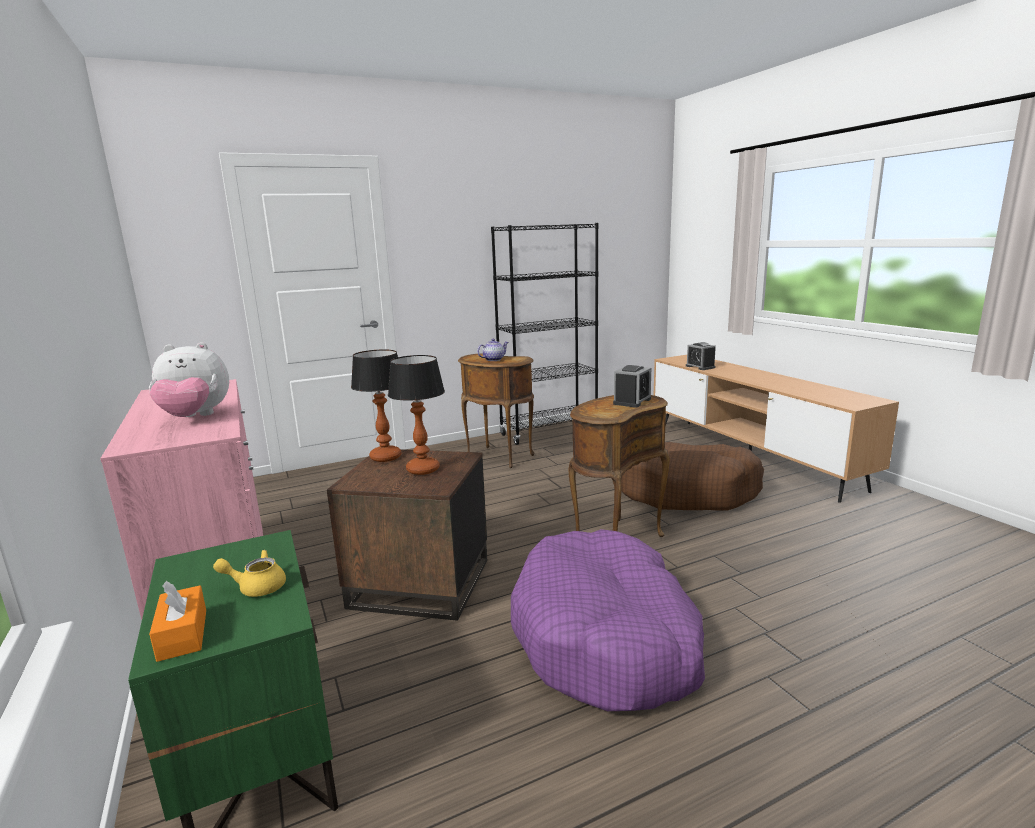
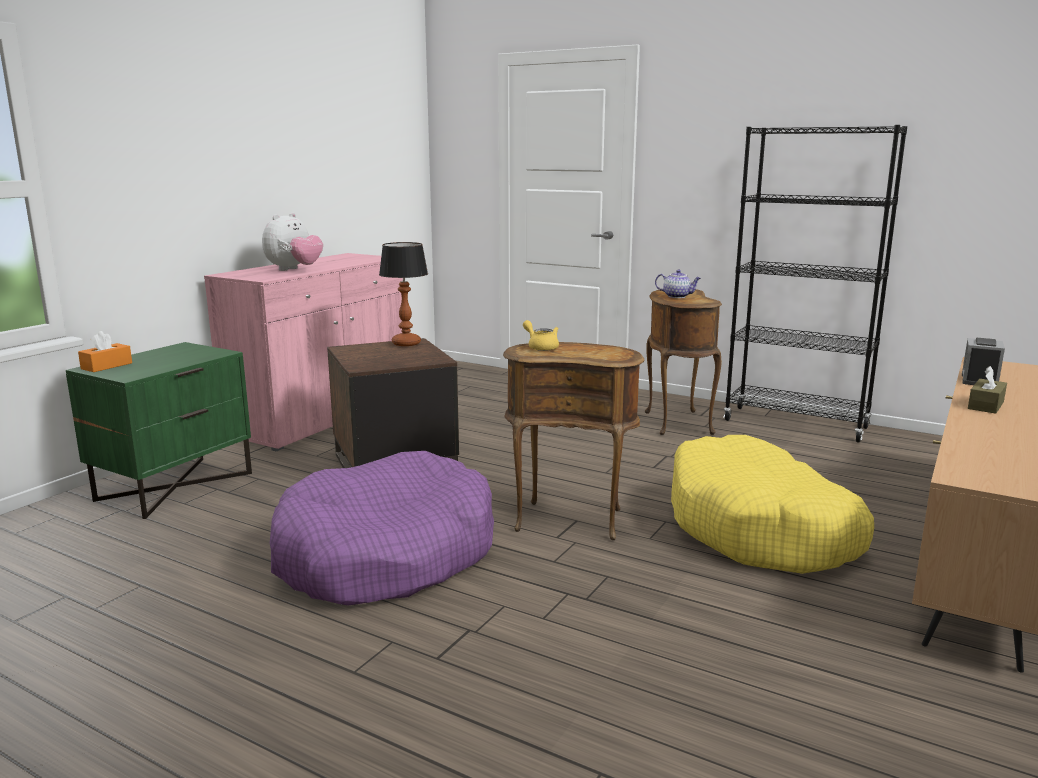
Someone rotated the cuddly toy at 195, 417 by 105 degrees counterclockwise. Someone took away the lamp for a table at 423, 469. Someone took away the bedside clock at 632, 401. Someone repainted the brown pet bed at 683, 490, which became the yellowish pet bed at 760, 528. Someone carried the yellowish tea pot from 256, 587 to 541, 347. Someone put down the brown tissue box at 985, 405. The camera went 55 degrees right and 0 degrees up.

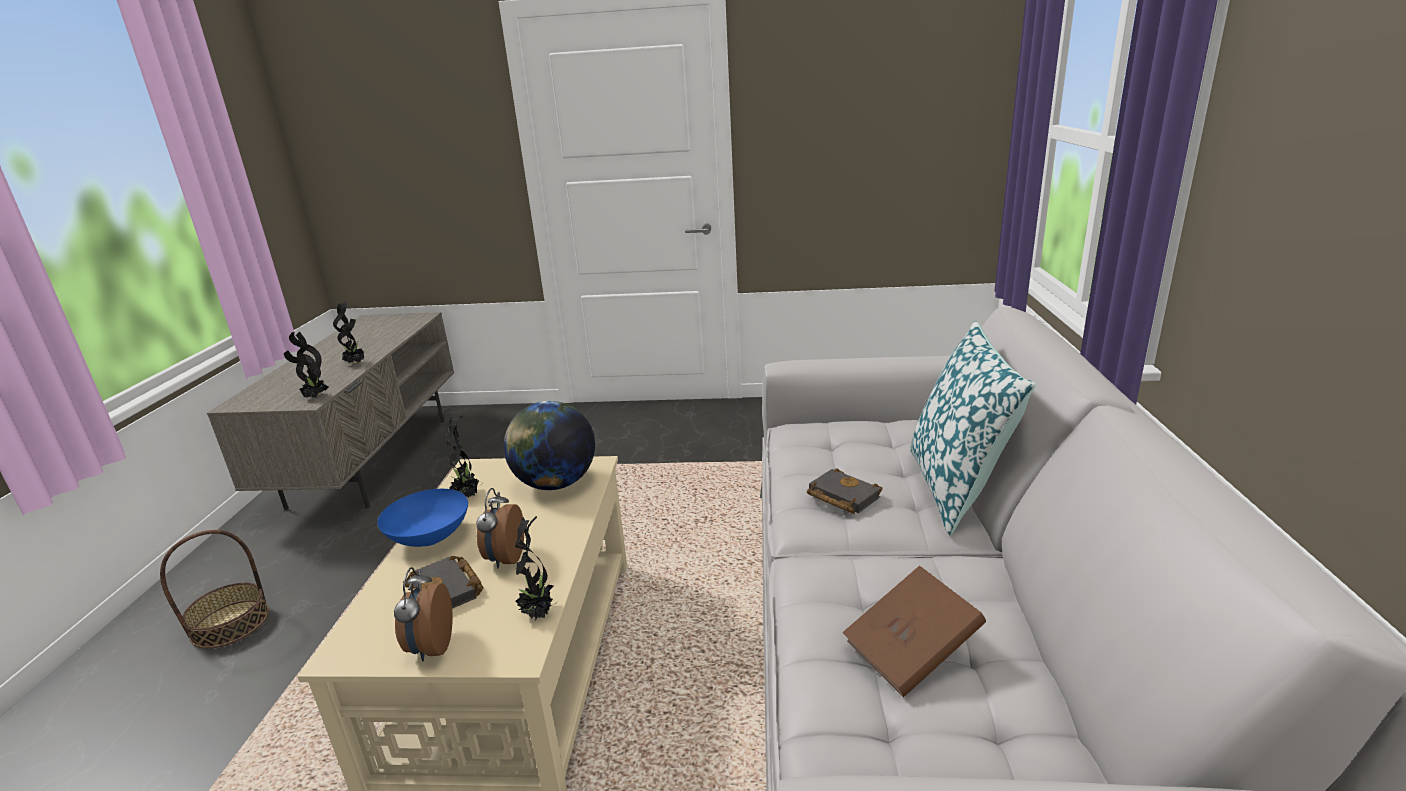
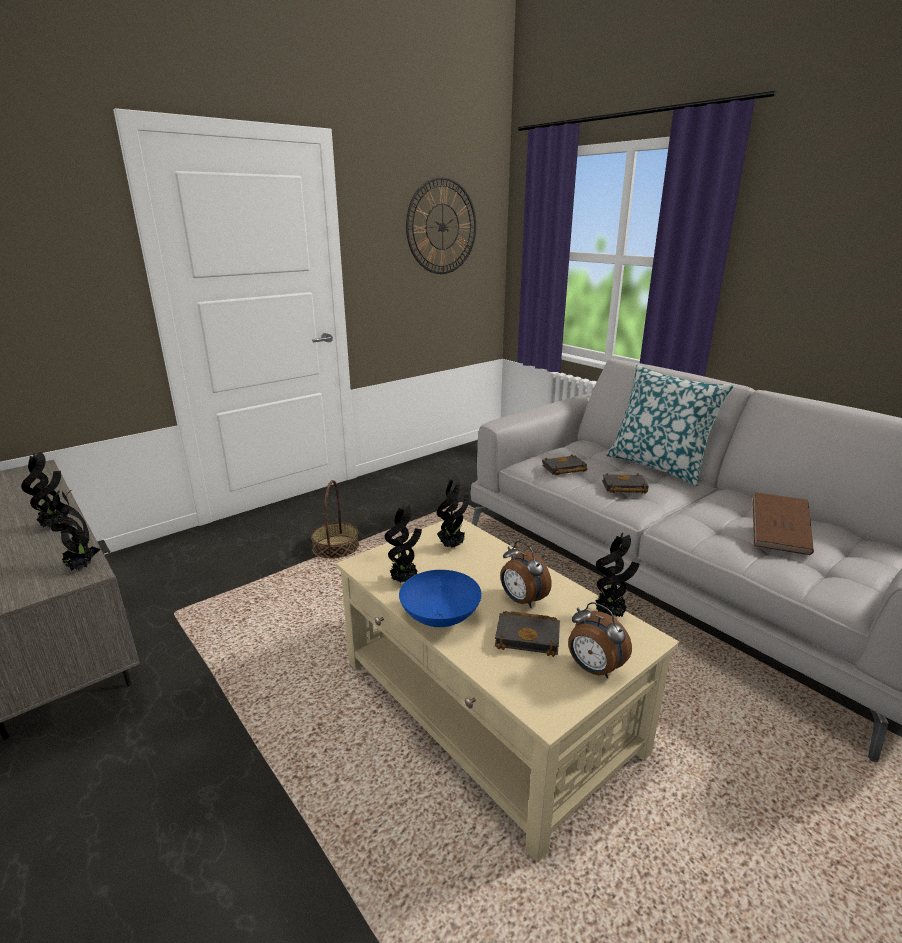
Someone swapped the world globe at 555, 483 for the plant in a pot at 452, 546. Someone carried the household basket from 230, 623 to 335, 547. Someone put up the clock on the wall at 442, 227. Someone put down the black-coloured volume at 563, 469. The camera went 45 degrees left and 0 degrees up.

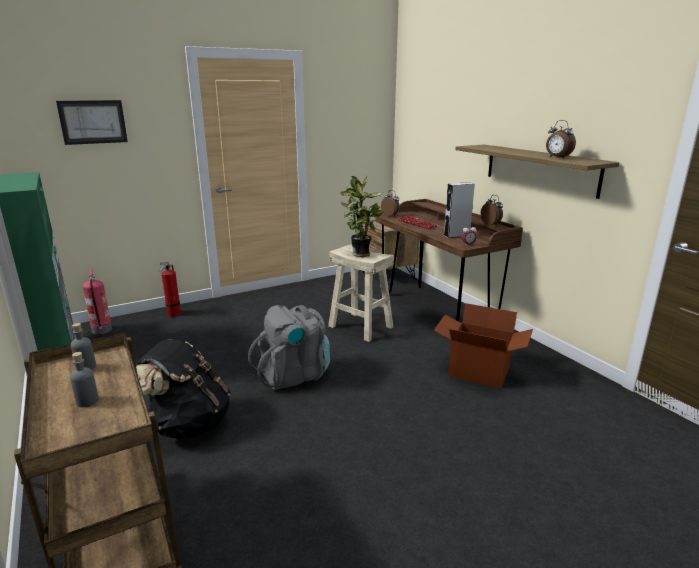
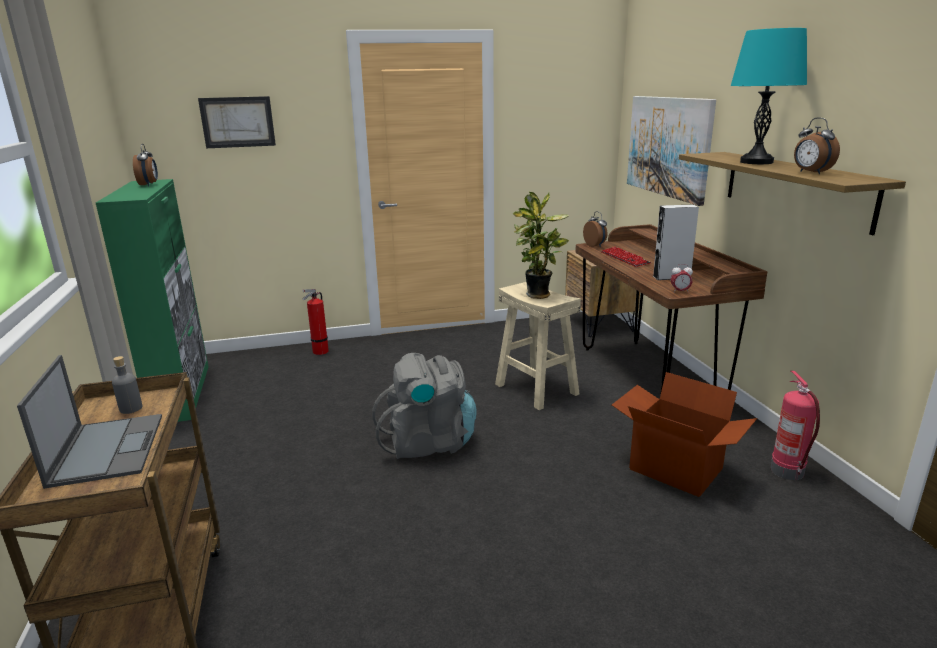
Someone carried the bedside clock from 491, 224 to 149, 185. Someone carried the fire extinguisher from 102, 330 to 788, 471. Someone took away the black-coloured knapsack at 189, 424. Someone swapped the gray beverage bottle at 87, 401 for the laptop at 107, 449. Someone put down the turquoise-coloured lamp for a table at 756, 162. Someone put up the picture at 668, 146. The camera went 15 degrees right and 0 degrees up.

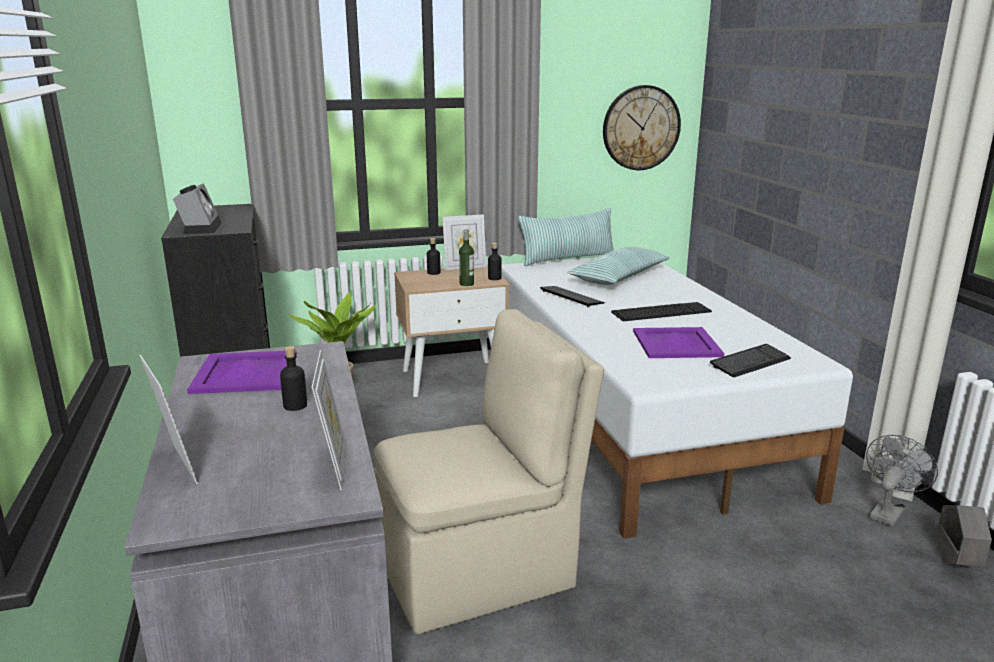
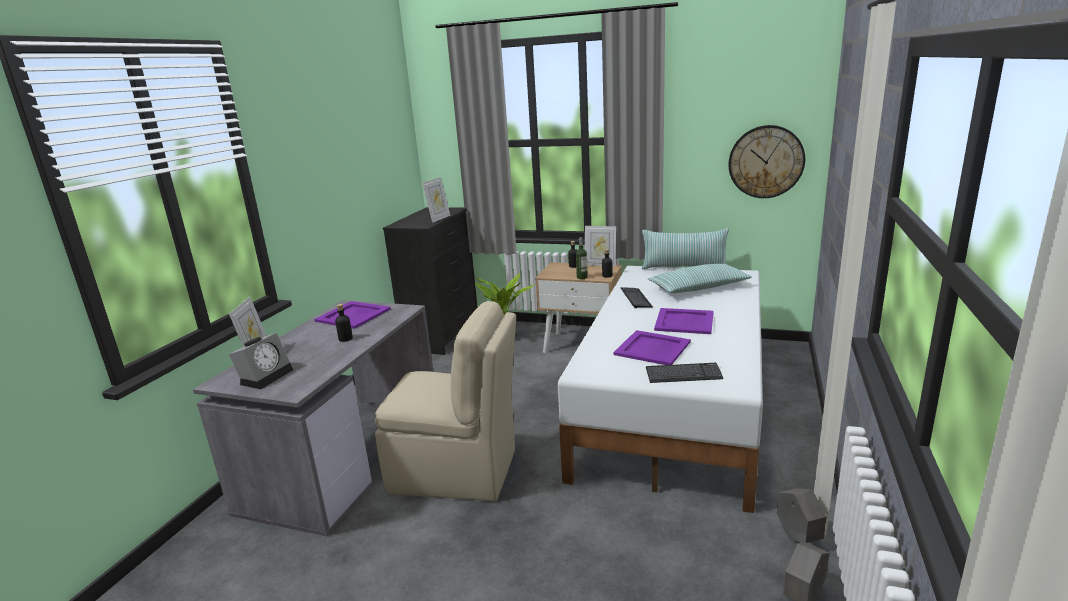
Someone carried the bedside clock from 200, 228 to 266, 376. Someone swapped the PC keyboard at 661, 312 for the purple-coloured serving tray at 684, 321. Someone carried the standing frame from 334, 467 to 439, 218. Someone swapped the gray fan at 888, 511 for the gray planter at 798, 537. The camera went 35 degrees right and 0 degrees up.

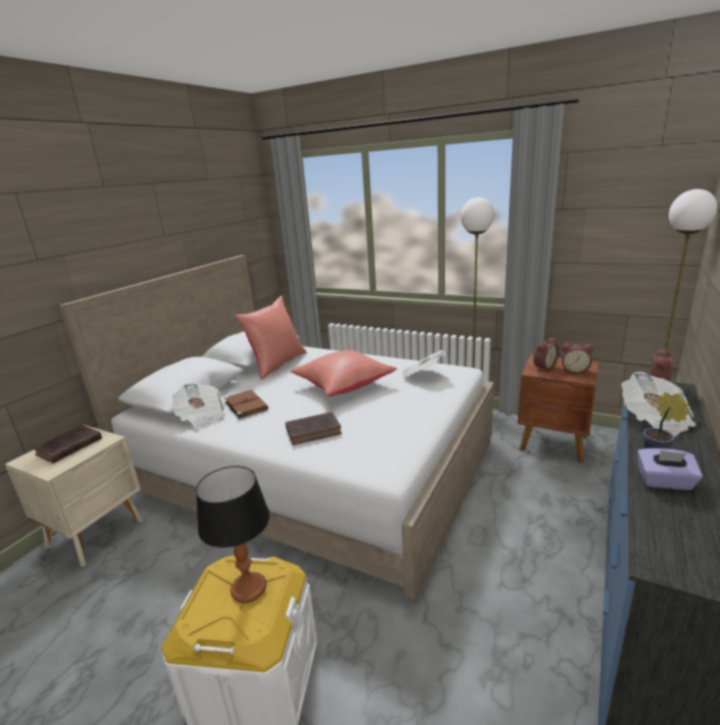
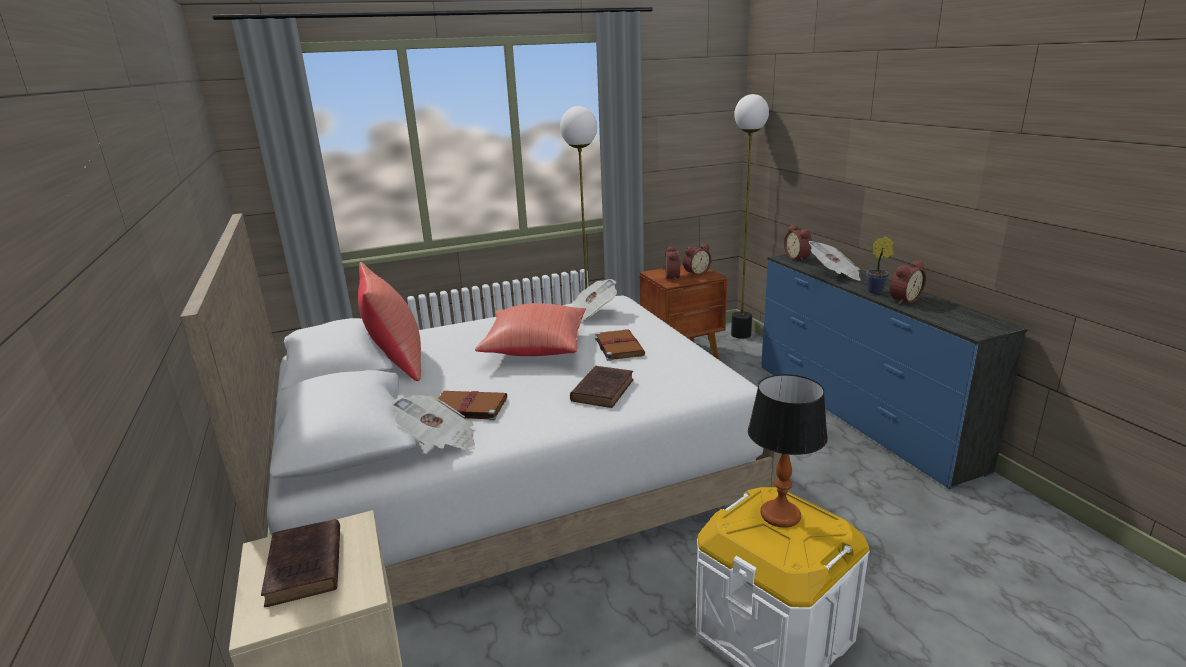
Someone swapped the purple-coloured tissue box at 664, 482 for the bedside clock at 903, 300. Someone put down the brown volume at 618, 346. The camera went 50 degrees left and 0 degrees up.

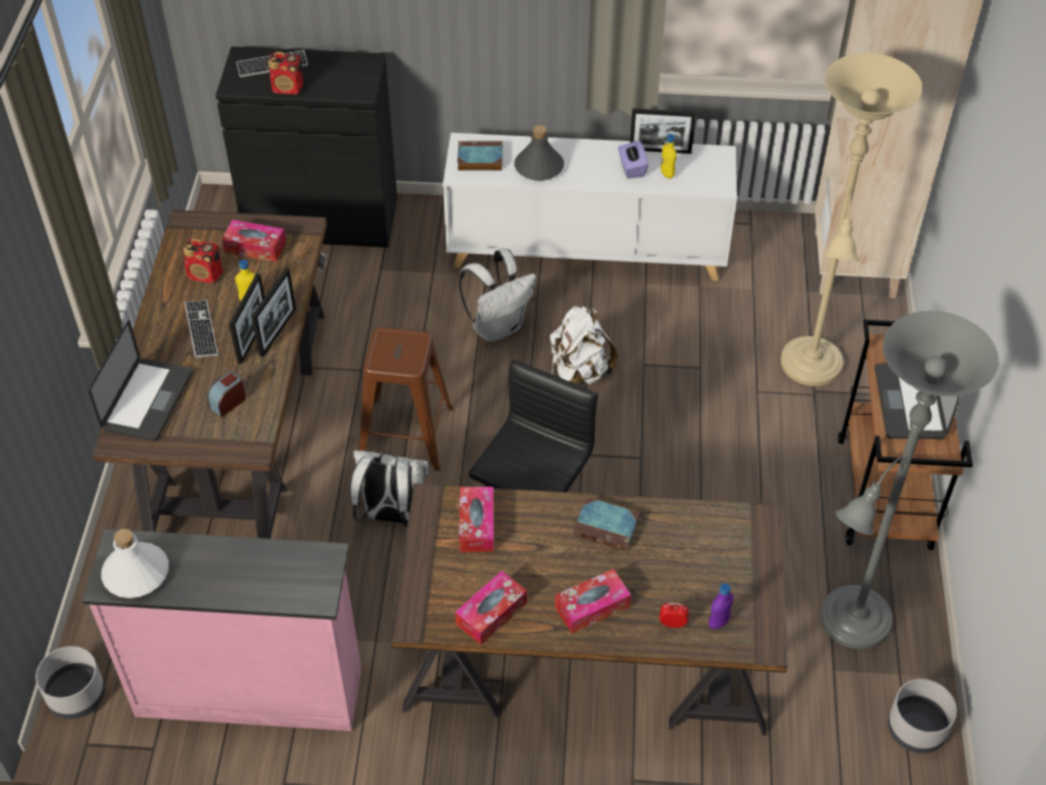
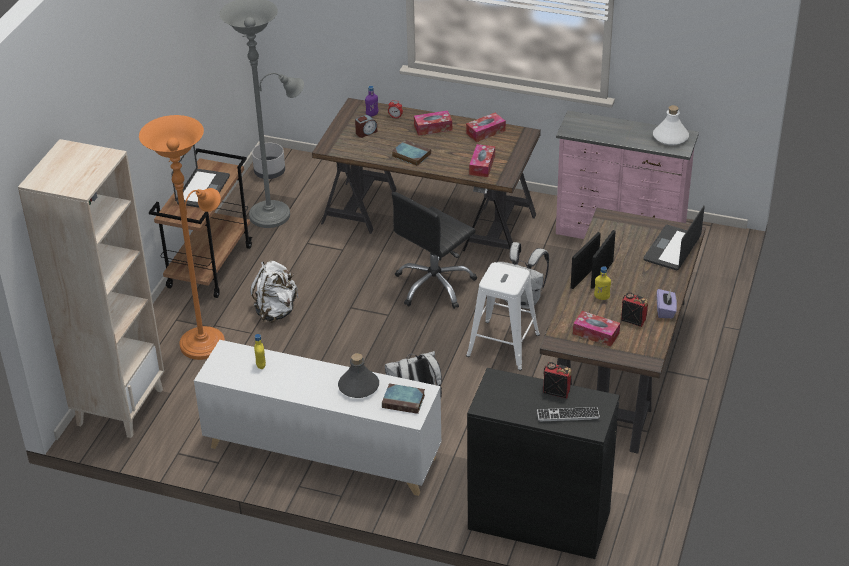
Someone repainted the beige-coloured standard lamp at 811, 369, which became the orangey standard lamp at 205, 340. Someone took away the standing frame at 660, 150. Someone carried the purple-coloured tissue box from 632, 168 to 665, 310. Someone took away the PC keyboard at 201, 330. Someone carried the white knapsack from 579, 372 to 276, 311. Someone repainted the brown stool at 406, 434, which became the white stool at 502, 344. Someone carried the bedside clock from 228, 402 to 366, 132. Someone took away the gray planter at 77, 695. The camera went 165 degrees left and 10 degrees down.

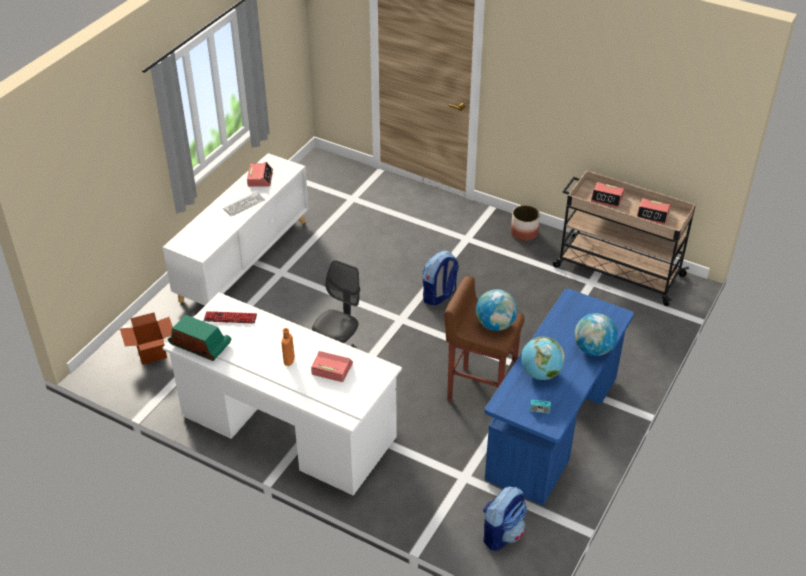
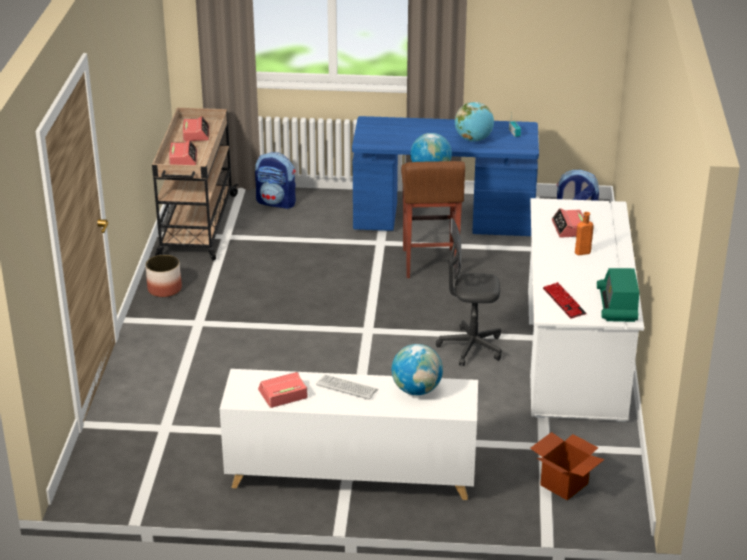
Someone carried the knapsack from 439, 295 to 277, 202. Someone carried the world globe from 593, 349 to 416, 390. The camera went 115 degrees left and 10 degrees down.

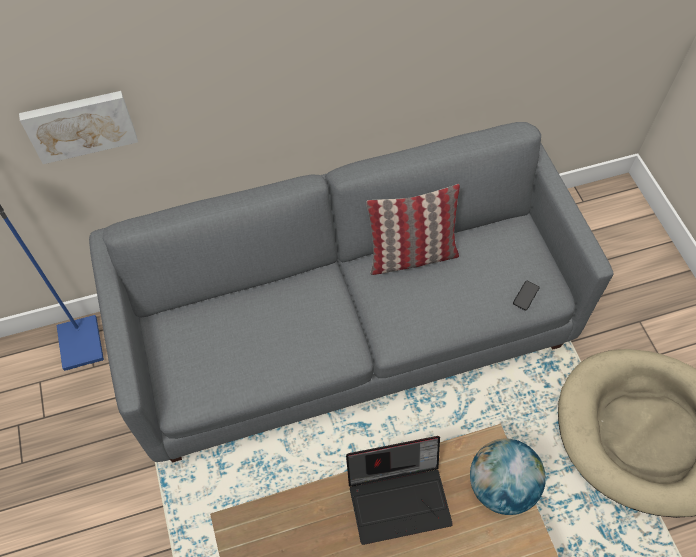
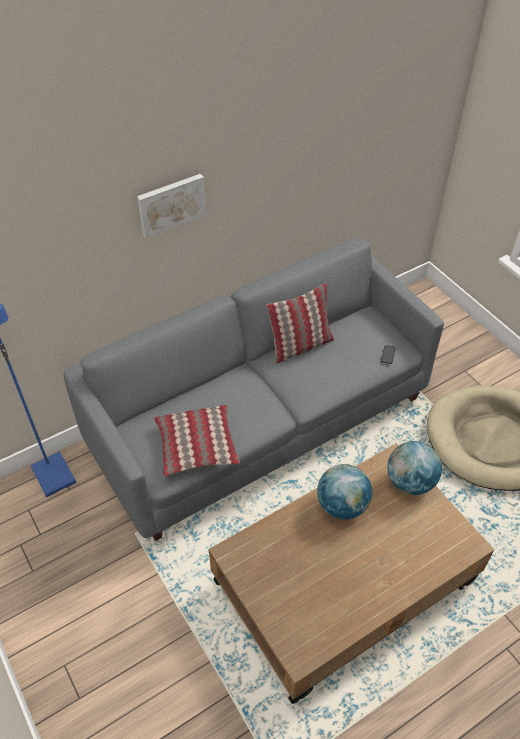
Someone carried the picture from 80, 124 to 171, 204. Someone swapped the laptop at 399, 497 for the world globe at 342, 505. Someone put down the pillow at 197, 447. The camera went 15 degrees left and 10 degrees down.

